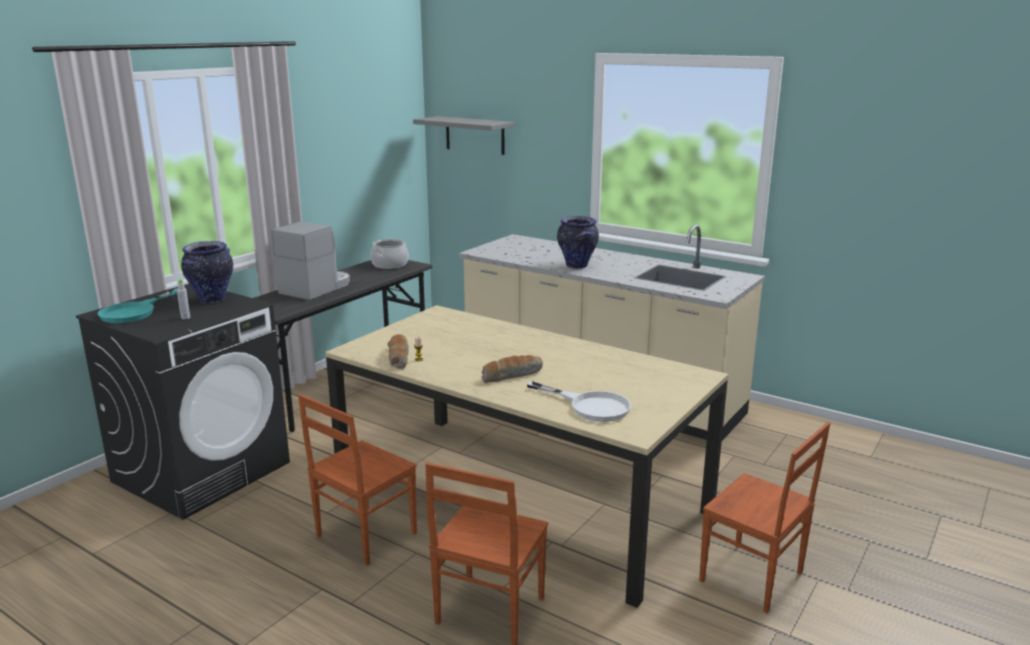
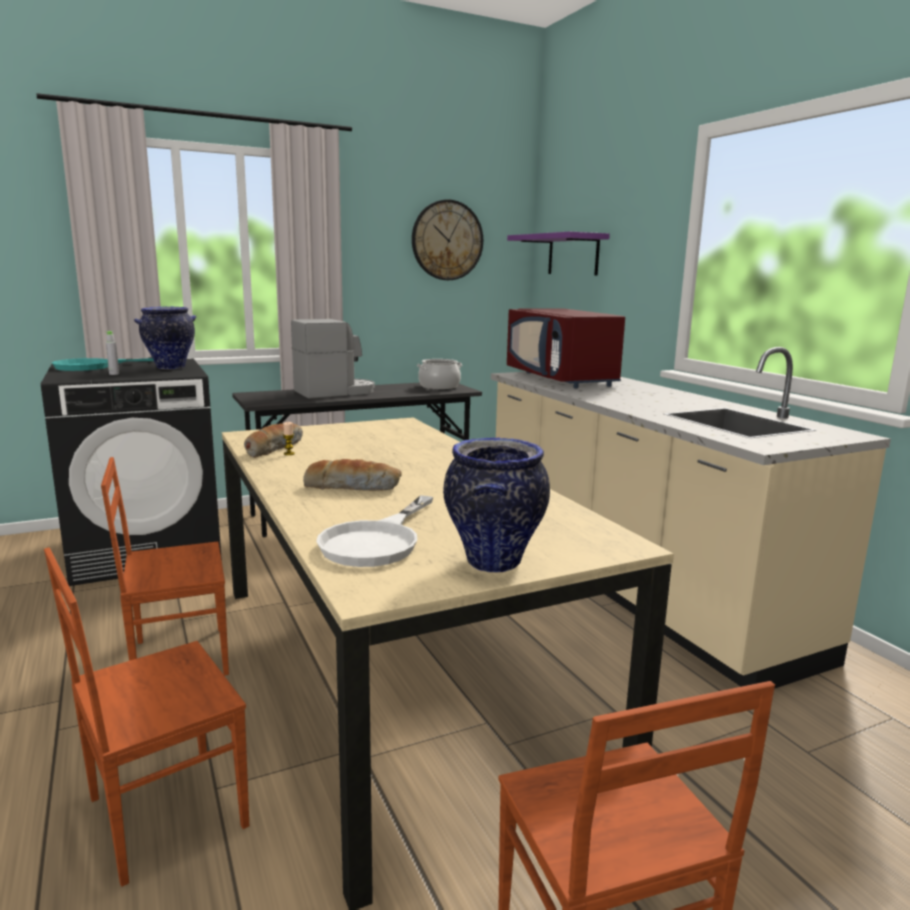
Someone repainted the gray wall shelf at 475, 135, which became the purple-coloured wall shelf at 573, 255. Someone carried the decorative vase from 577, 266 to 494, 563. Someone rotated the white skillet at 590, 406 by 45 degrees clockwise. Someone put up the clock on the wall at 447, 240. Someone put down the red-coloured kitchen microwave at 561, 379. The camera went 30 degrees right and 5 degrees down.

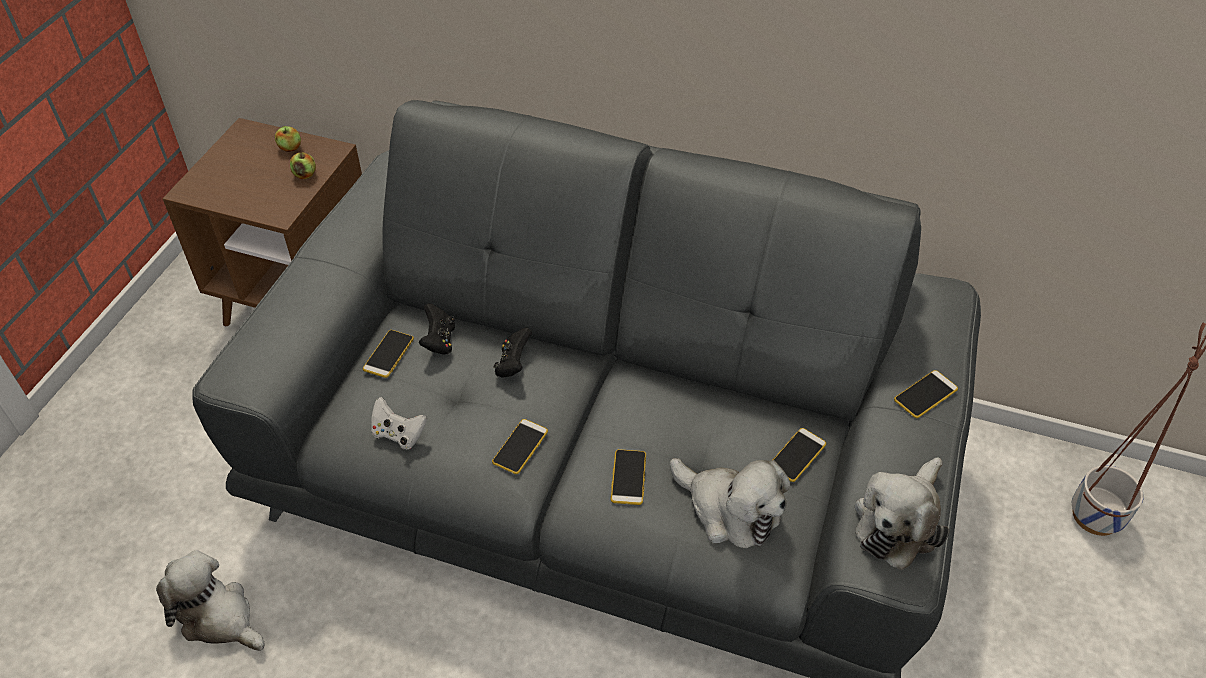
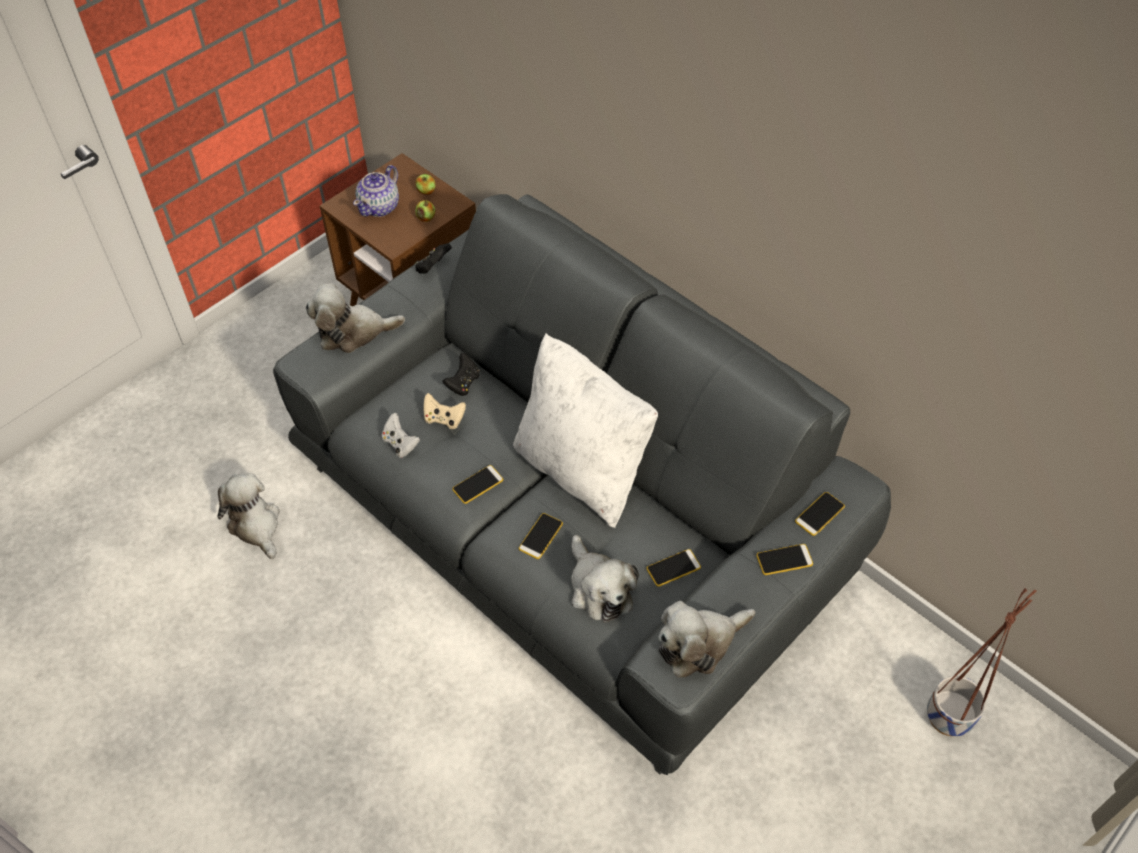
Someone carried the black-coloured game controller from 513, 364 to 433, 267. Someone carried the phone from 388, 354 to 819, 514. Someone put down the tea pot at 380, 207. Someone put down the cuddly toy at 353, 332. Someone put down the white pillow at 581, 469. Someone put down the beige-coloured game controller at 444, 419. The camera went 25 degrees right and 5 degrees up.

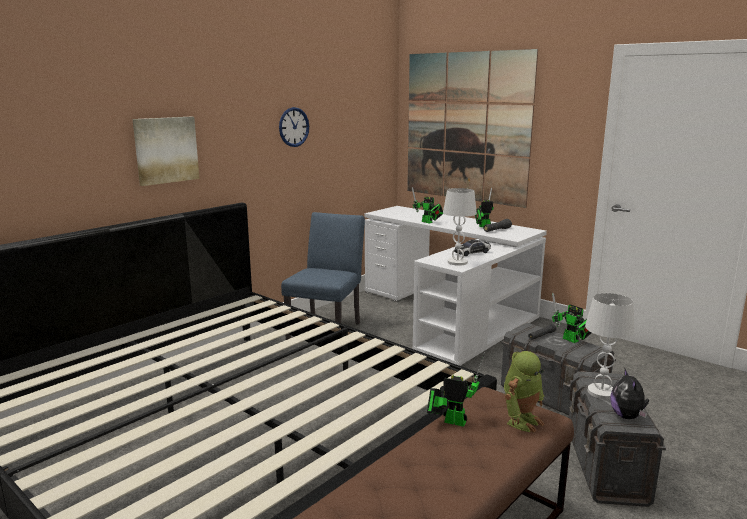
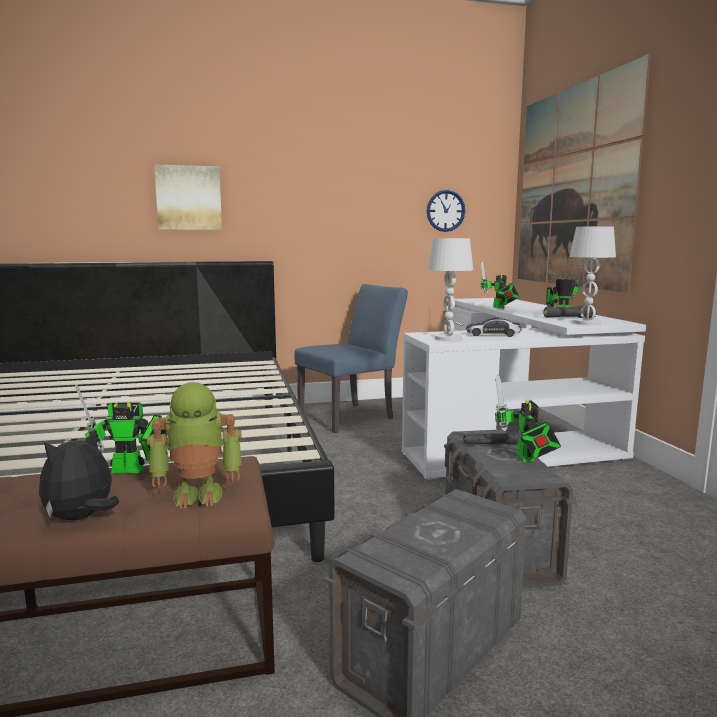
Someone carried the clock on the wall from 294, 127 to 445, 211. Someone carried the white lamp for a table from 601, 392 to 586, 323. Someone rotated the model robot at 451, 421 by 120 degrees clockwise. Someone carried the cuddly toy from 627, 416 to 81, 518. The camera went 35 degrees right and 5 degrees down.

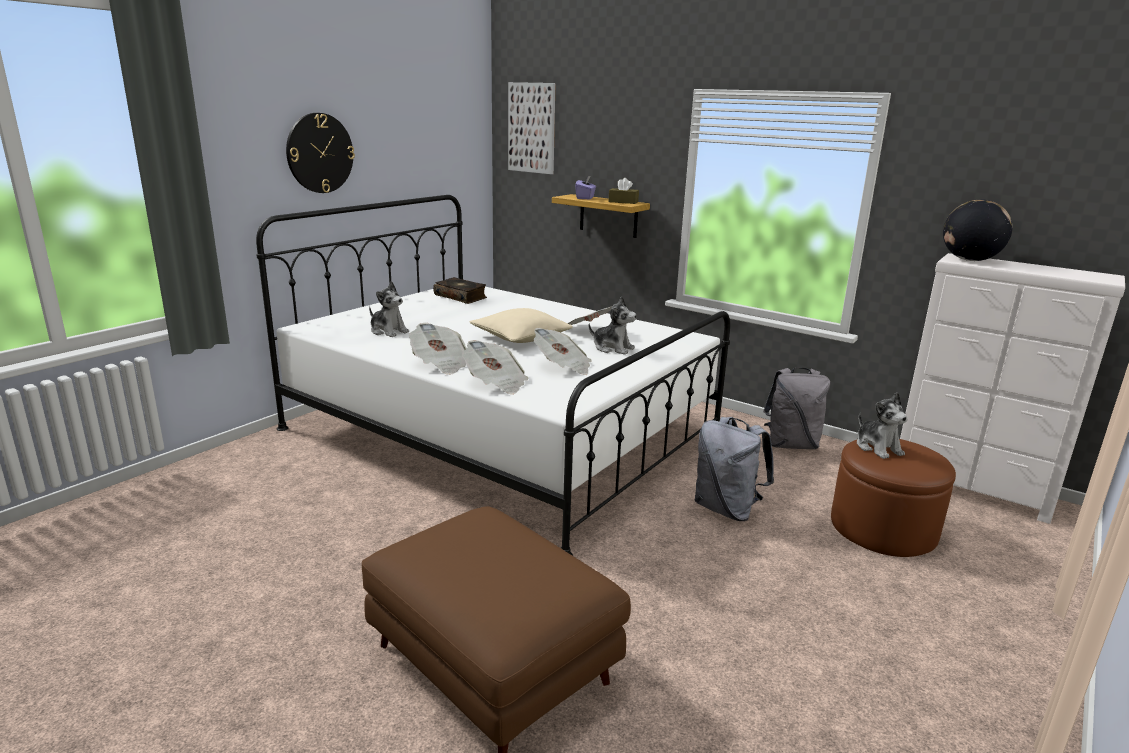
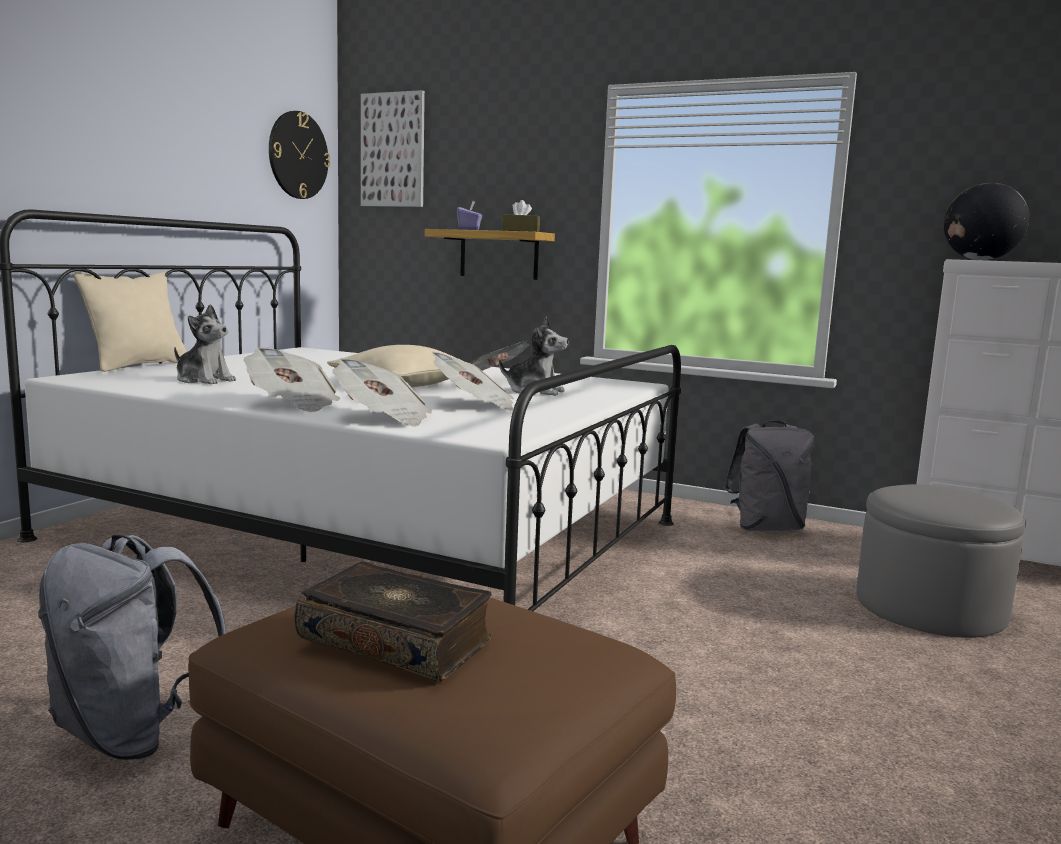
Someone carried the clock on the wall from 320, 153 to 298, 155. Someone carried the volume from 461, 297 to 397, 639. Someone took away the cuddly toy at 878, 447. Someone carried the gray knapsack from 727, 509 to 133, 734. Someone repainted the brown footrest at 883, 528, which became the gray footrest at 929, 608. Someone put down the beige-coloured pillow at 138, 365. The camera went 10 degrees left and 10 degrees down.

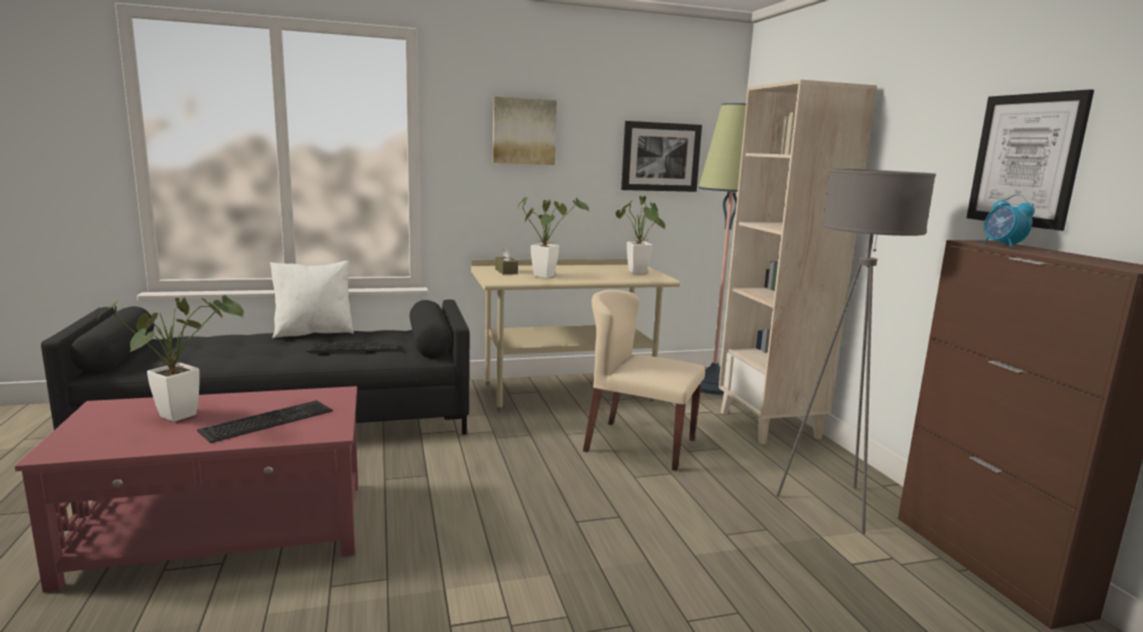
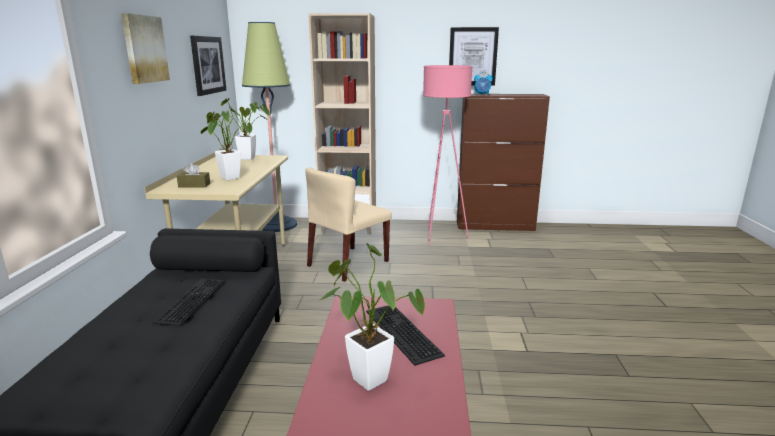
Someone repainted the gray standard lamp at 831, 504, which became the pink-coloured standard lamp at 441, 237. Someone took away the white pillow at 314, 332. The camera went 70 degrees left and 5 degrees up.

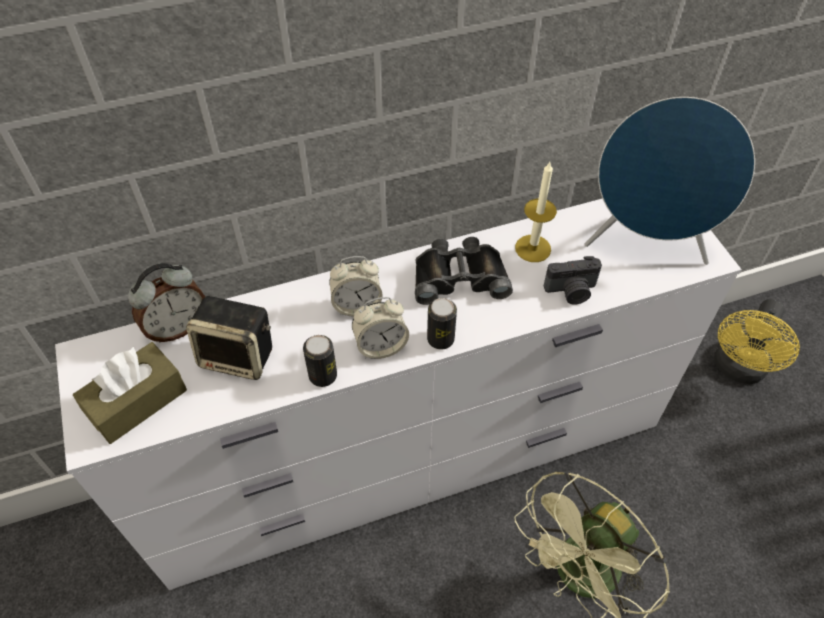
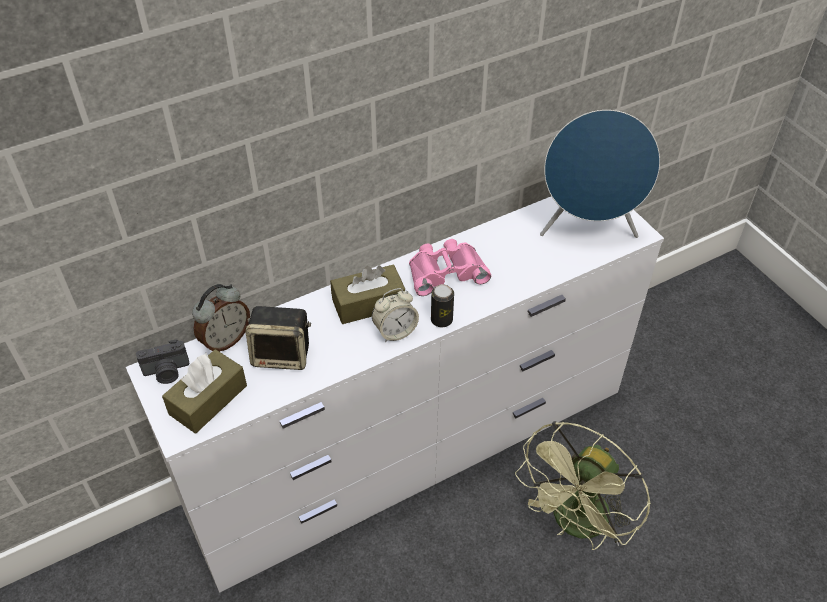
Someone took away the wax light at 533, 248. Someone repainted the black-coloured binoculars at 459, 276, which became the pink-coloured binoculars at 446, 271. Someone swapped the bedside clock at 357, 305 for the brown tissue box at 368, 303. Someone carried the photo camera from 571, 291 to 167, 372. Someone took away the yellowish fan at 738, 369. Someone took away the sealed can at 323, 375. The camera went 10 degrees left and 5 degrees down.

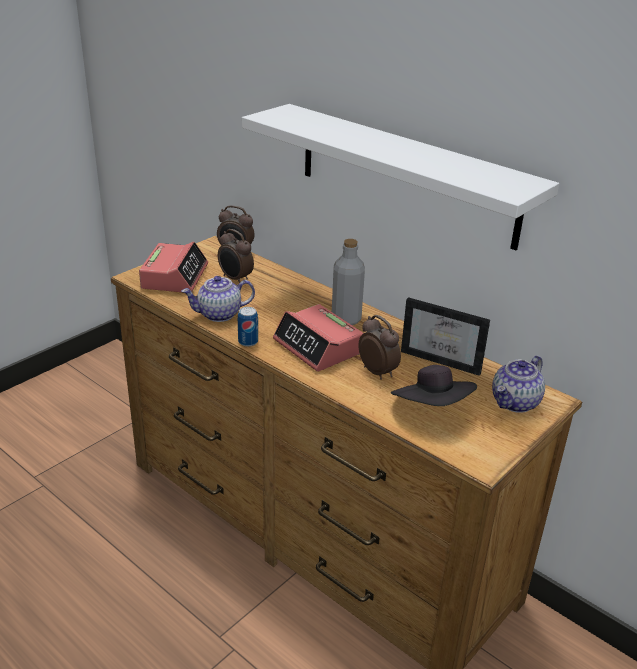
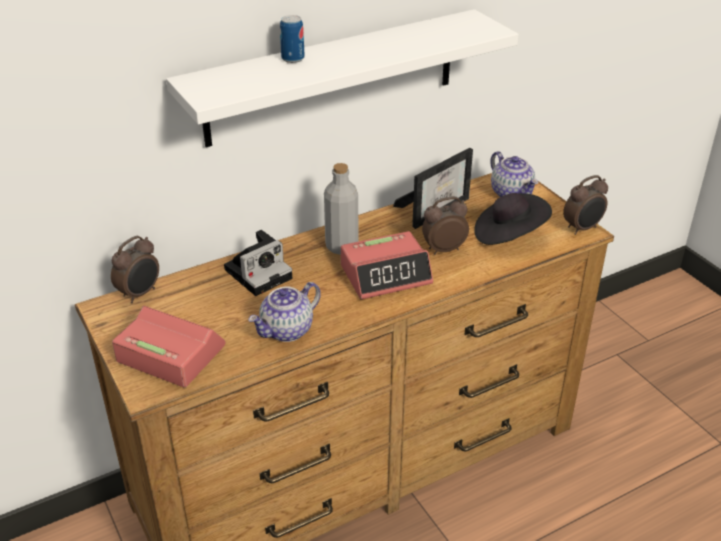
Someone carried the bedside clock from 235, 279 to 582, 228. Someone rotated the tea pot at 219, 314 by 45 degrees clockwise. Someone carried the sealed can from 248, 342 to 293, 58. Someone put down the photo camera at 259, 272. The camera went 70 degrees left and 5 degrees up.

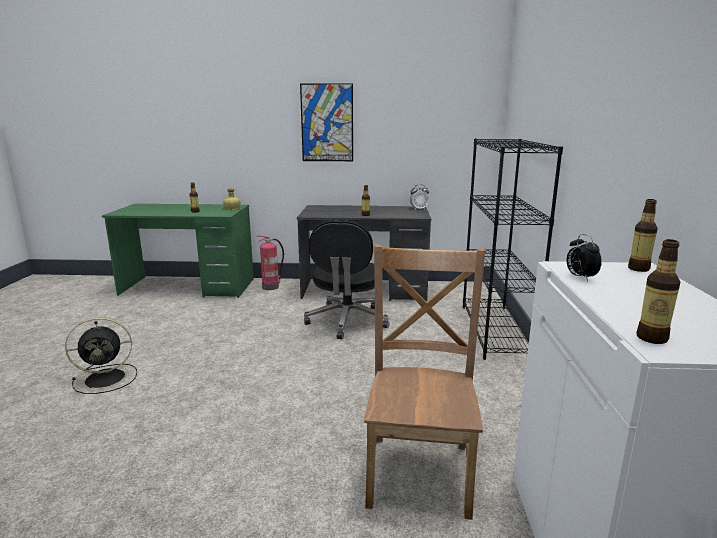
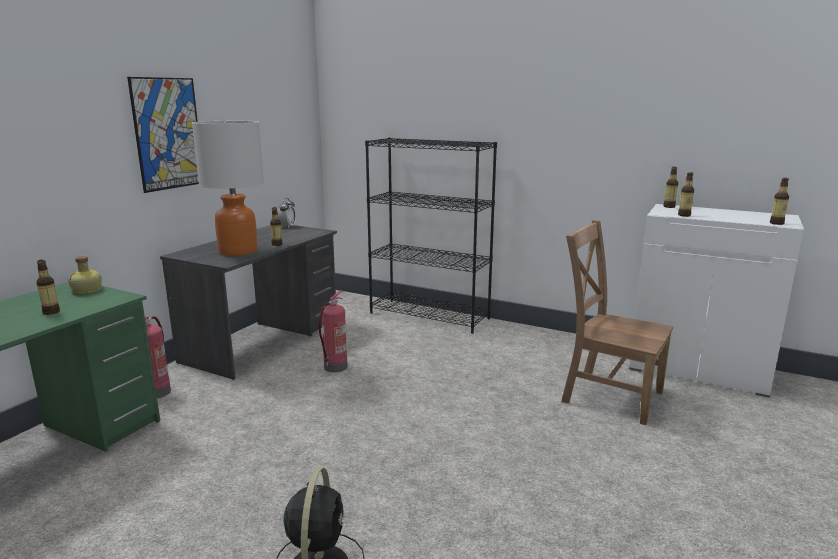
Someone swapped the black-coloured desk chair at 347, 321 for the fire extinguisher at 335, 367. Someone swapped the bedside clock at 580, 277 for the beverage bottle at 684, 215. Someone put down the lamp for a table at 238, 251. The camera went 65 degrees left and 0 degrees up.

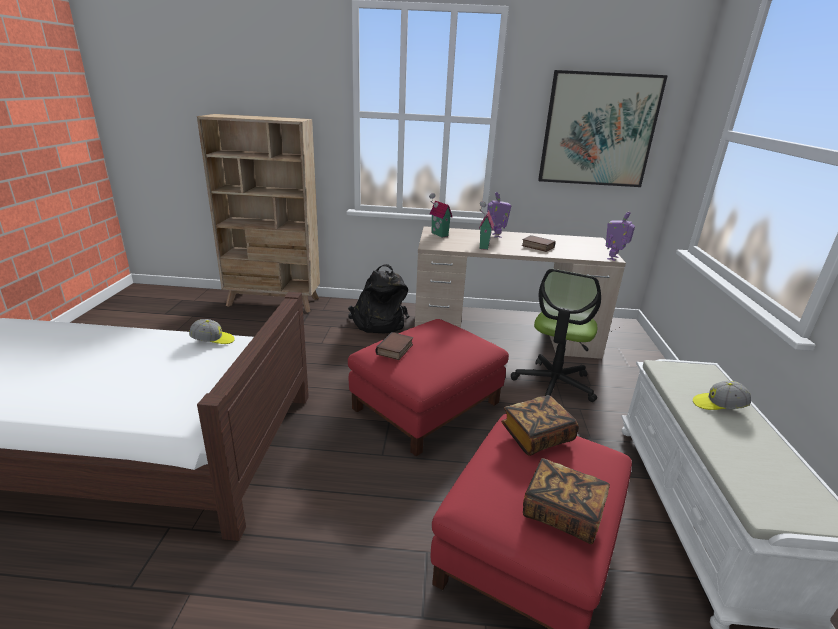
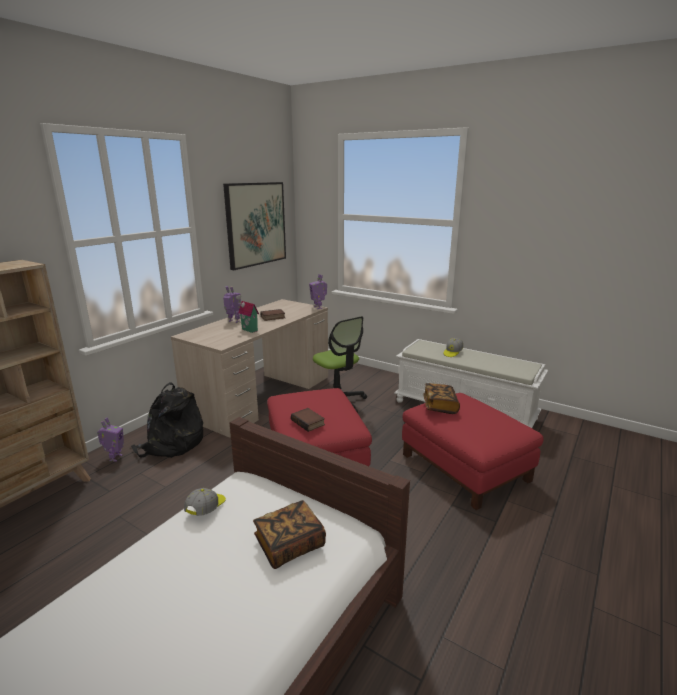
Someone took away the model house at 438, 234. Someone carried the volume from 562, 513 to 289, 545. Someone put down the model robot at 115, 458. The camera went 60 degrees left and 5 degrees down.

